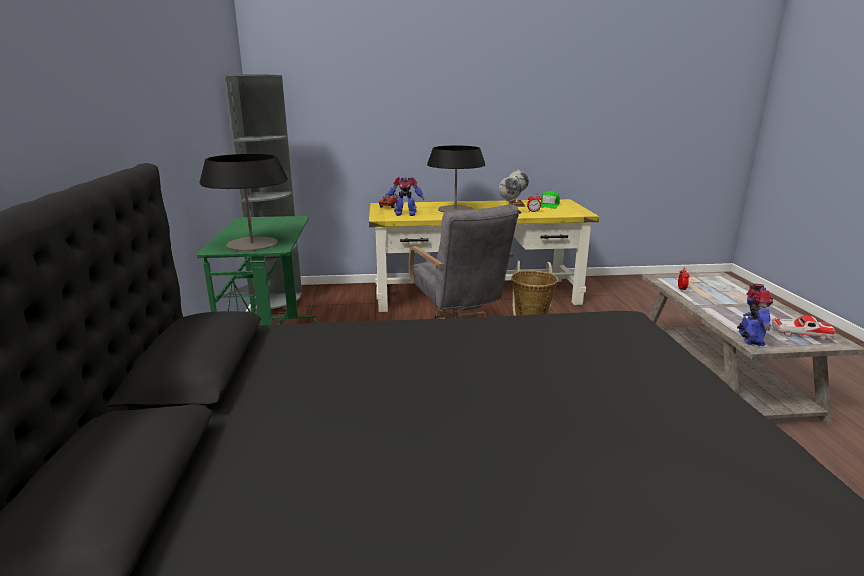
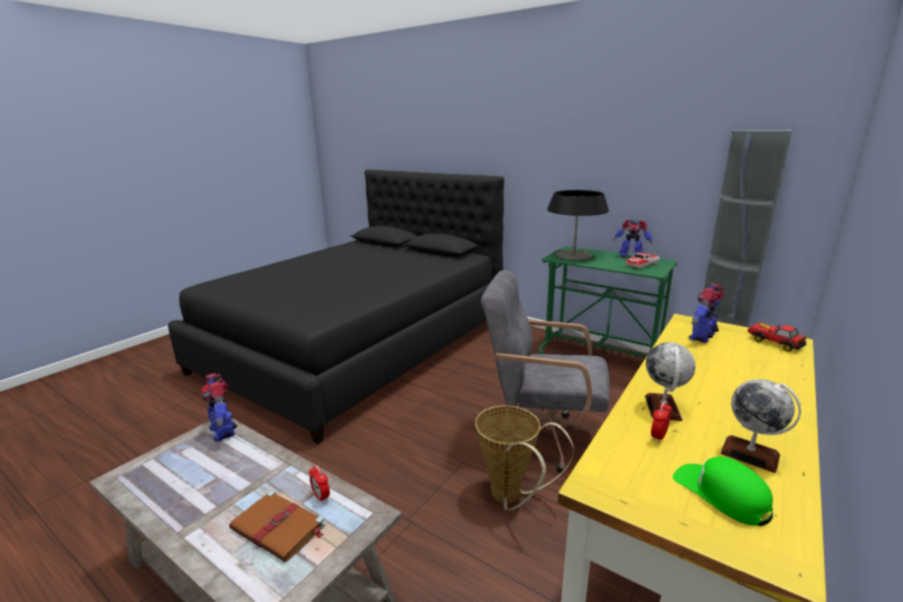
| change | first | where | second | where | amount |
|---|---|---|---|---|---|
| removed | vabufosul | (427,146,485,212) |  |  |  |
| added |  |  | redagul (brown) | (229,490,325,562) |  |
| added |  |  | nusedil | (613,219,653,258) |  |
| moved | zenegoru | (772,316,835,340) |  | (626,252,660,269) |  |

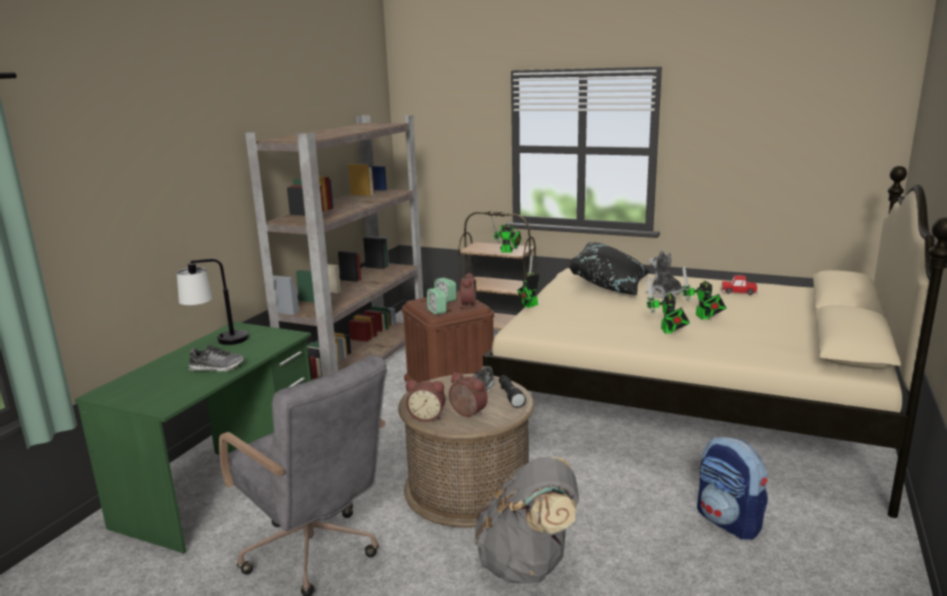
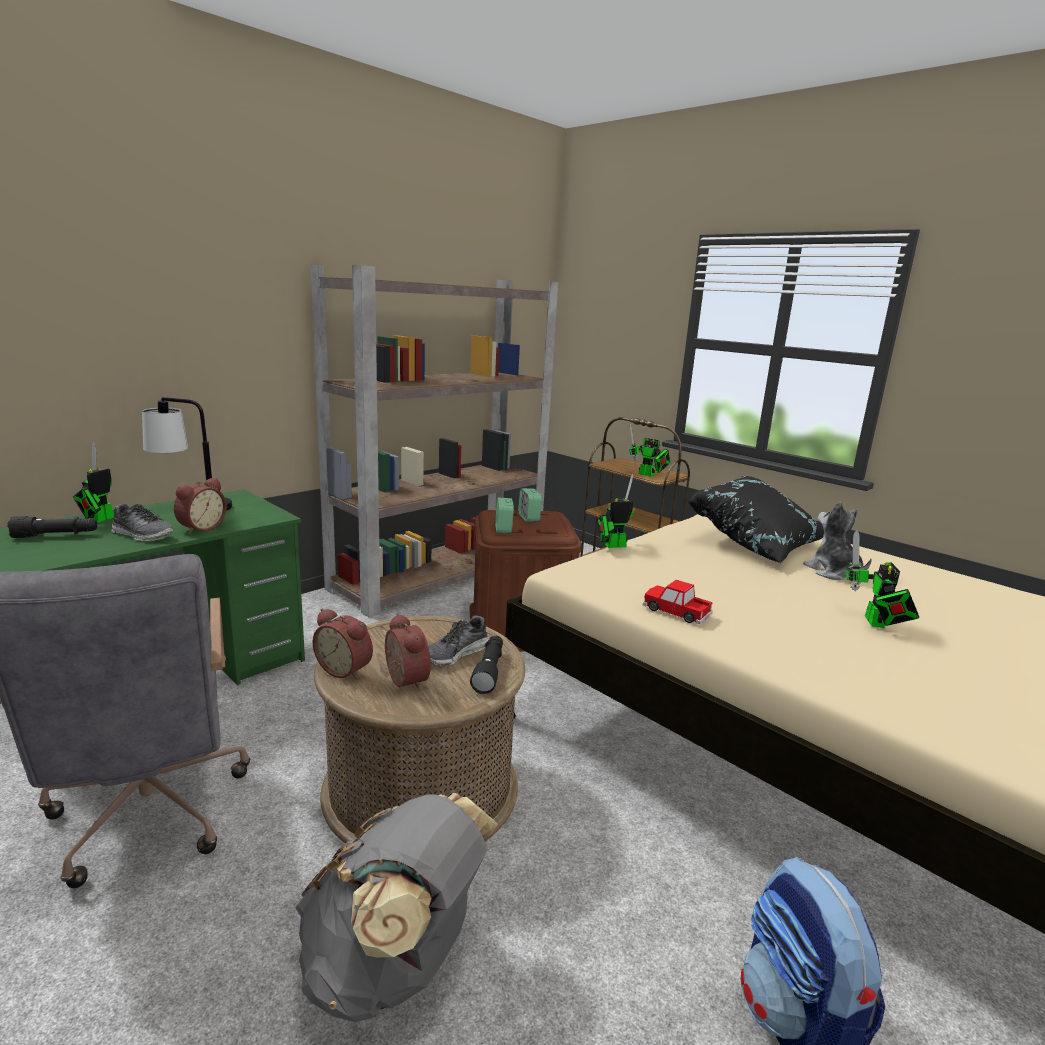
| change | first | where | second | where | amount |
|---|---|---|---|---|---|
| added |  |  | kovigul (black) | (7,516,98,538) |  |
| moved | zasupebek | (458,273,476,308) |  | (174,478,227,534) |  |
| moved | nusedil | (647,277,690,334) |  | (73,442,114,523) |  |
| moved | zenegoru | (721,275,758,295) |  | (643,580,713,624) |  |

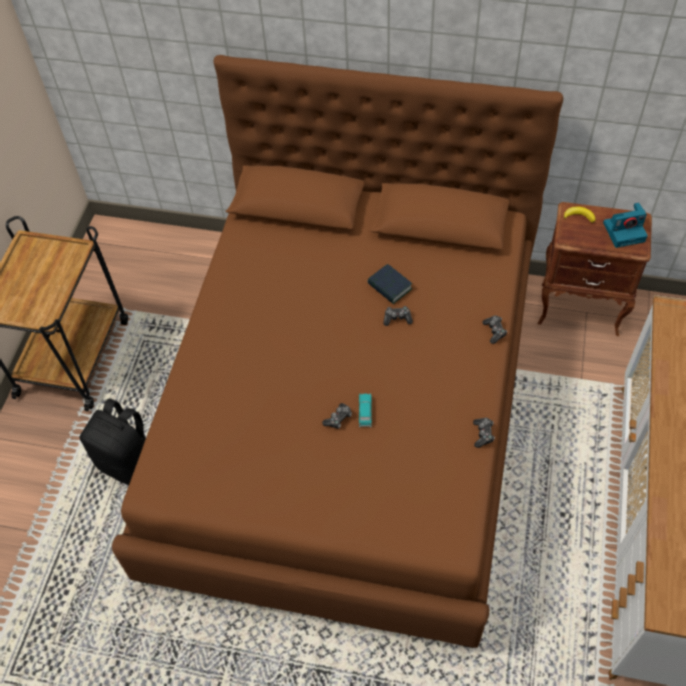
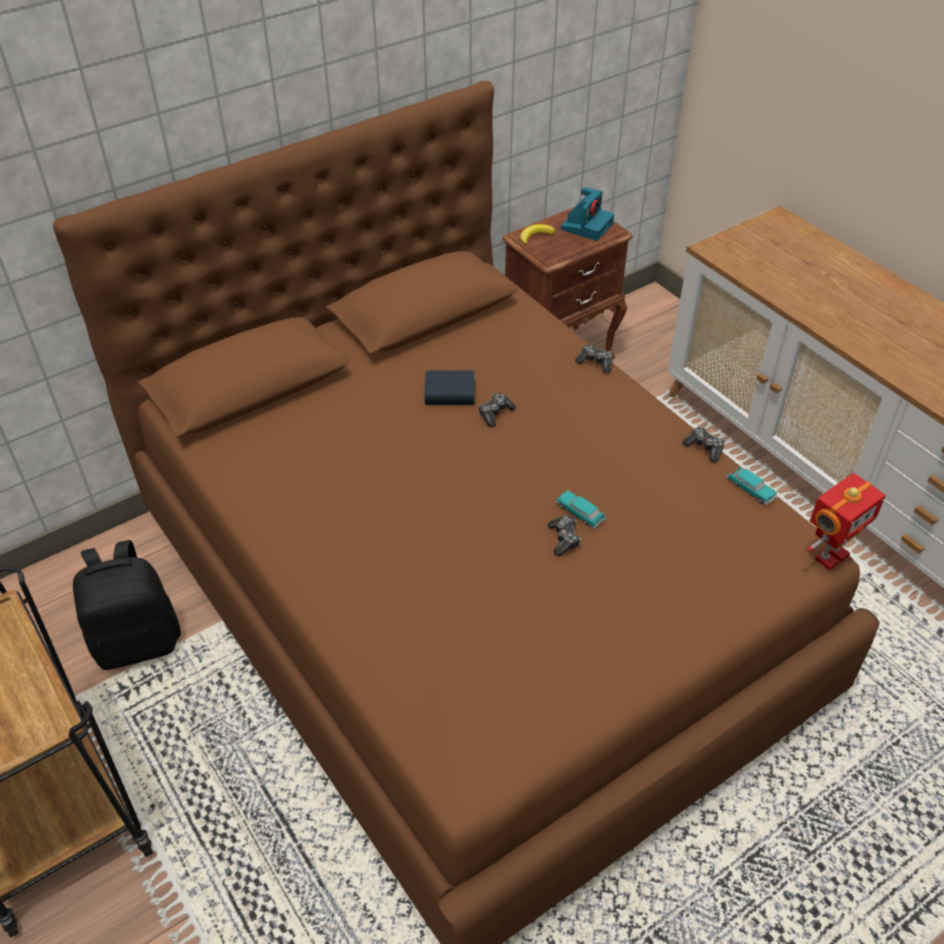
| change | first | where | second | where | amount |
|---|---|---|---|---|---|
| added |  |  | zenegoru | (726,467,777,505) |  |
| added |  |  | nusedil | (807,473,886,570) |  |
| moved | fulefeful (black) | (80,398,146,485) |  | (73,540,181,670) |  |

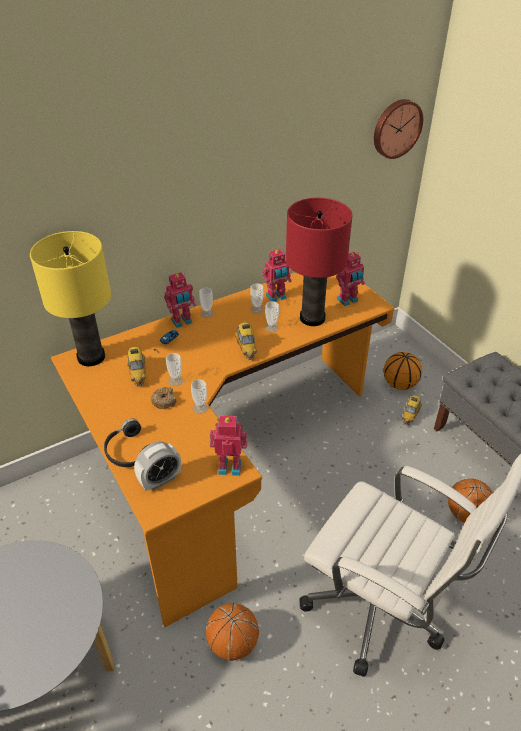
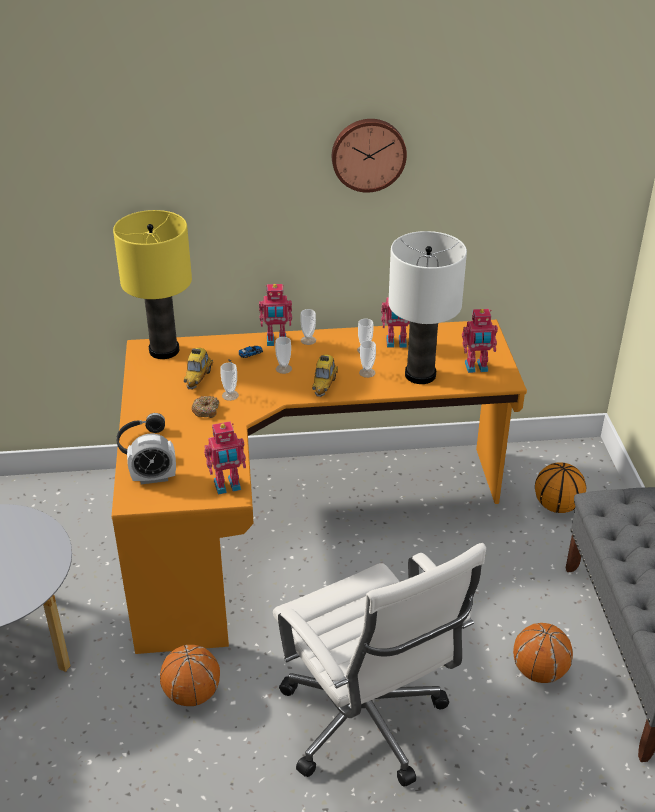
| change | first | where | second | where | amount |
|---|---|---|---|---|---|
| removed | zenegoru | (402,395,422,425) |  |  |  |
| moved | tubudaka | (191,379,208,414) |  | (275,337,292,374) |  |
| moved | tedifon | (374,99,423,159) |  | (332,119,407,193) |  |
| recoloured | vabufosul (red) | (286,198,353,326) | vabufosul (white) | (389,231,467,384) |  |
| turned | nusedil | (210,416,247,476) |  | (204,421,246,495) | 135 degrees clockwise |

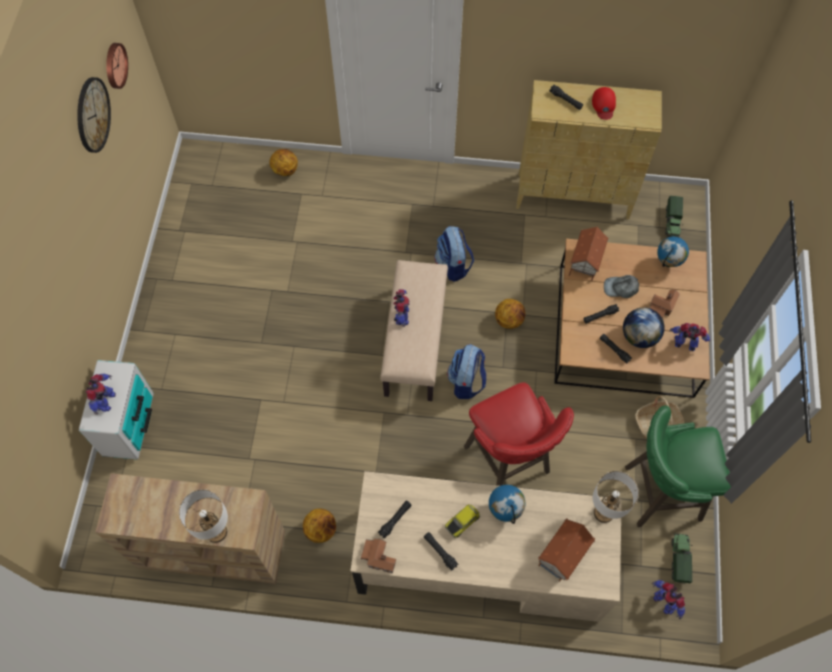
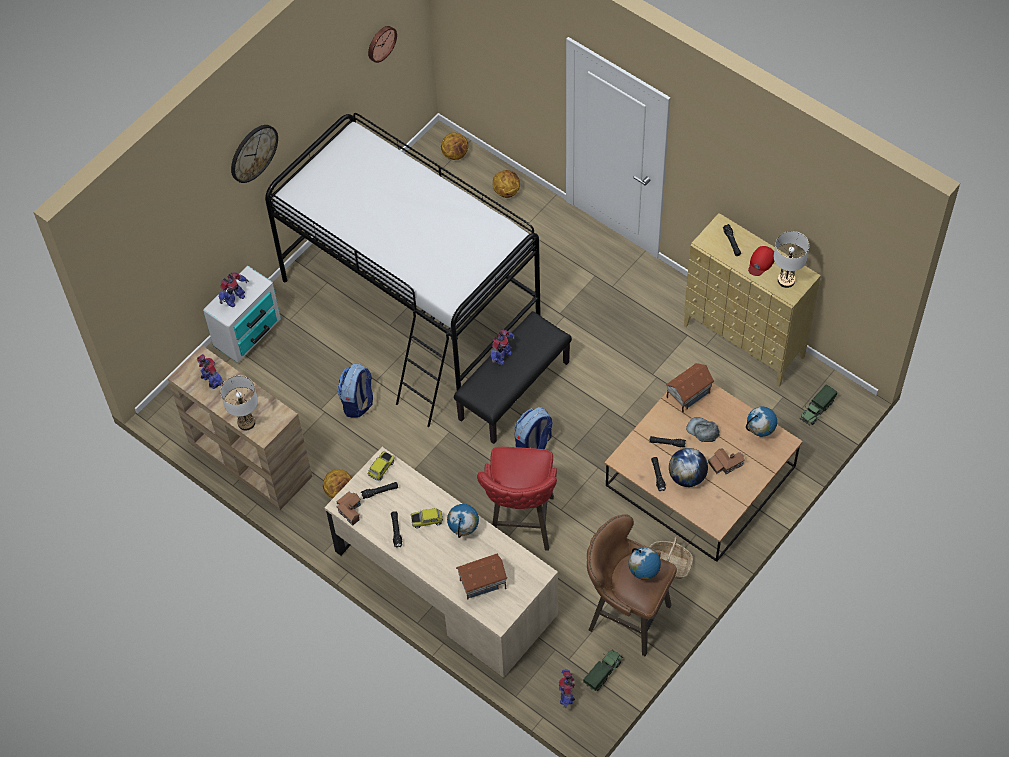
| change | first | where | second | where | amount |
|---|---|---|---|---|---|
| added |  |  | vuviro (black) | (265,113,541,427) |  |
| added |  |  | zenegoru | (368,451,395,481) |  |
| added |  |  | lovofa | (629,547,661,580) |  |
| moved | tedifon | (77,77,111,153) |  | (231,125,278,183) |  |
| moved | fulefeful | (435,226,474,282) |  | (338,363,373,418) |  |
| moved | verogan | (495,299,525,329) |  | (441,133,468,160) |  |
| moved | vabufosul | (593,471,639,523) |  | (774,231,809,288) |  |
| moved | nusedil | (669,323,710,351) |  | (197,354,224,389) |  |
| recoloured | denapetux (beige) | (380,260,448,401) | denapetux (black) | (454,311,572,444) |  |
| recoloured | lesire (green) | (625,406,731,527) | lesire (brown) | (587,514,677,657) |  |

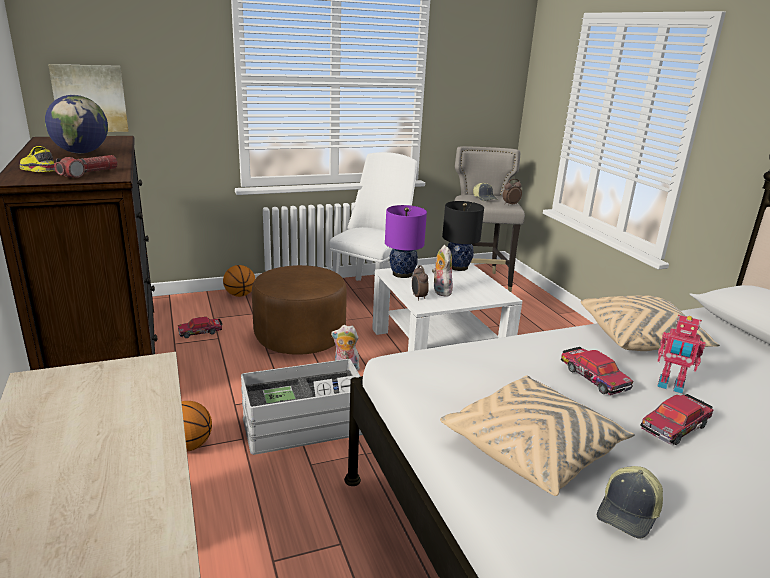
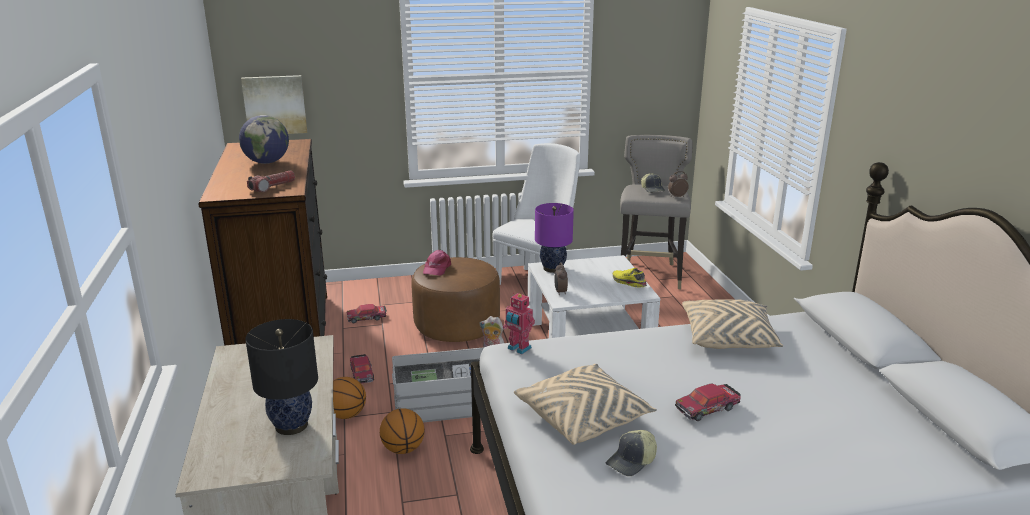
| change | first | where | second | where | amount |
|---|---|---|---|---|---|
| removed | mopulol | (432,245,453,296) |  |  |  |
| added |  |  | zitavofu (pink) | (423,250,451,276) |  |
| moved | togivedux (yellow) | (20,146,55,172) |  | (613,268,647,287) |  |
| moved | verogan | (223,265,255,297) |  | (380,408,425,454) |  |
| moved | vabufosul (black) | (442,201,484,271) |  | (245,319,318,435) |  |
| moved | zenegoru | (561,347,633,395) |  | (350,354,374,383) |  |
| moved | nusedil | (657,315,706,394) |  | (503,293,535,354) |  |

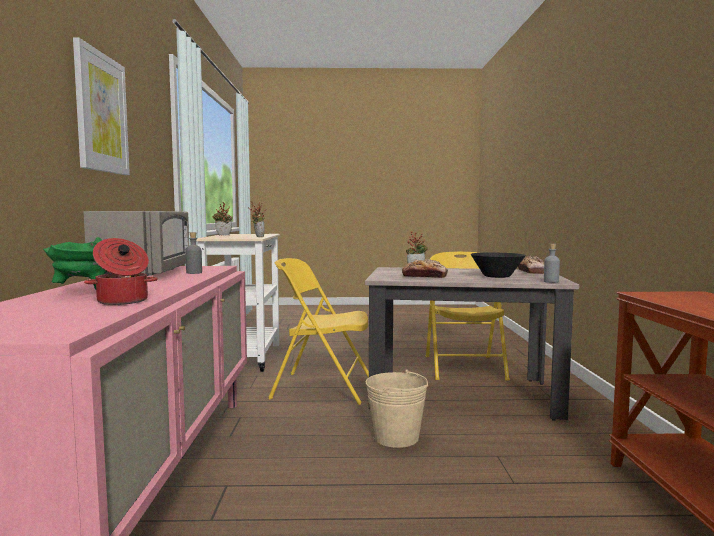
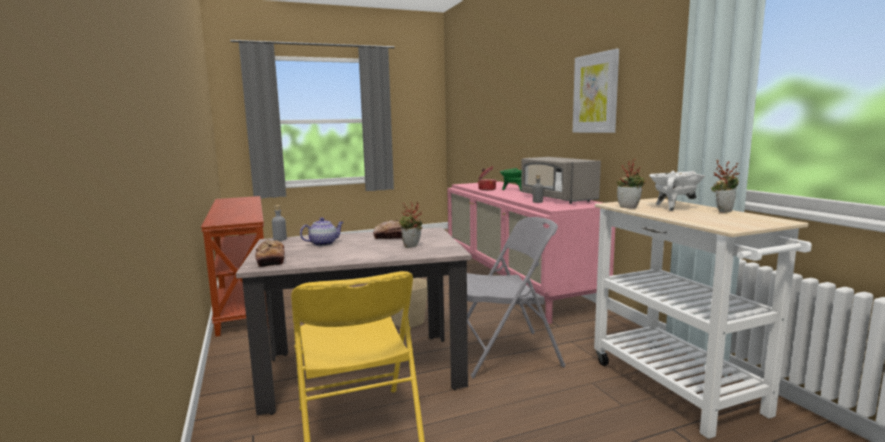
| change | first | where | second | where | amount |
|---|---|---|---|---|---|
| added |  |  | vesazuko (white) | (649,171,705,211) |  |
| replaced | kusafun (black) | (471,253,526,278) | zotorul | (300,218,343,246) |  |
| recoloured | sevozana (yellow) | (268,258,369,405) | sevozana (grey) | (467,217,565,379) |  |

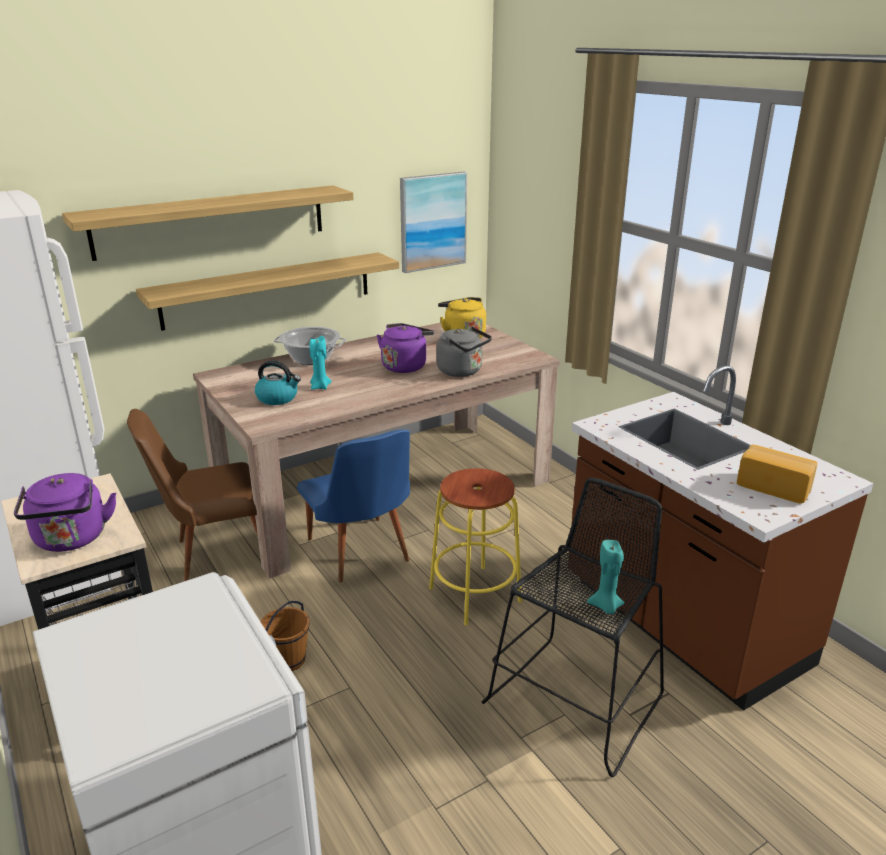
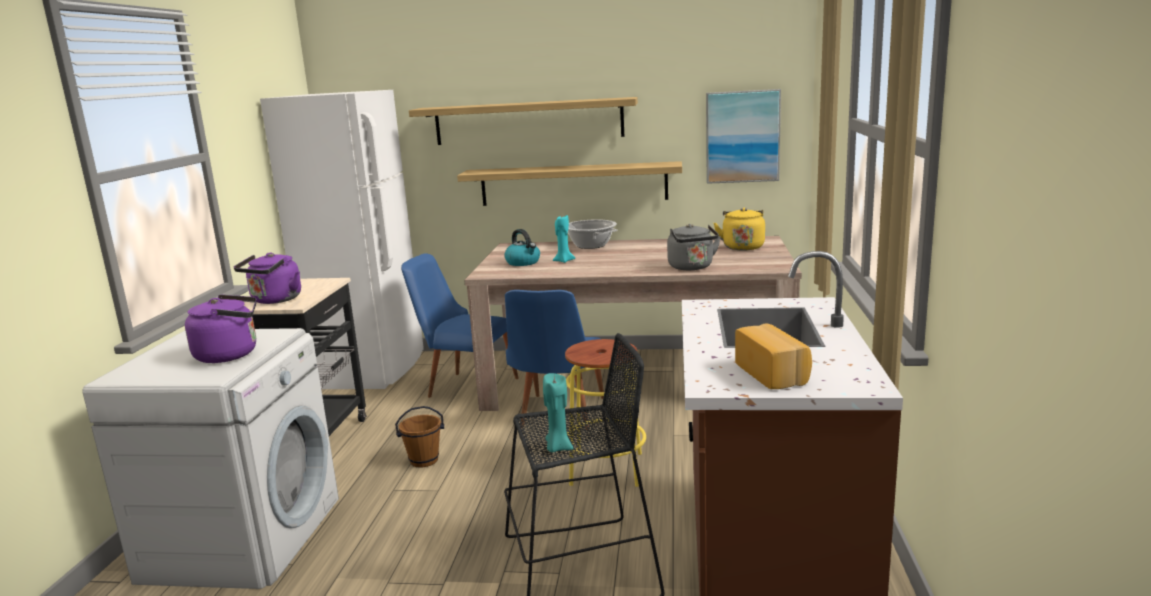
| change | first | where | second | where | amount |
|---|---|---|---|---|---|
| moved | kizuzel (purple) | (377,323,434,373) |  | (185,295,257,363) |  |
| recoloured | sevozana (brown) | (127,409,258,581) | sevozana (blue) | (401,254,519,398) |  |

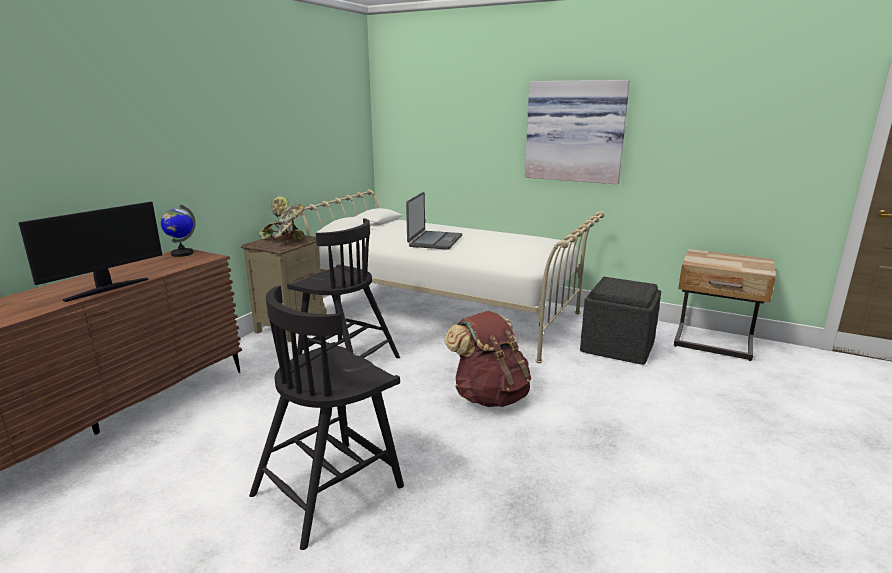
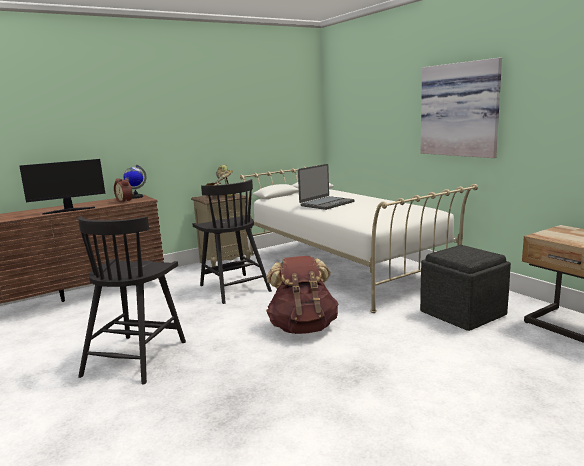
| change | first | where | second | where | amount |
|---|---|---|---|---|---|
| added |  |  | zasupebek | (114,178,133,202) |  |
| turned | sevozana (black) | (249,285,404,550) |  | (78,216,186,384) | 60 degrees counterclockwise |

